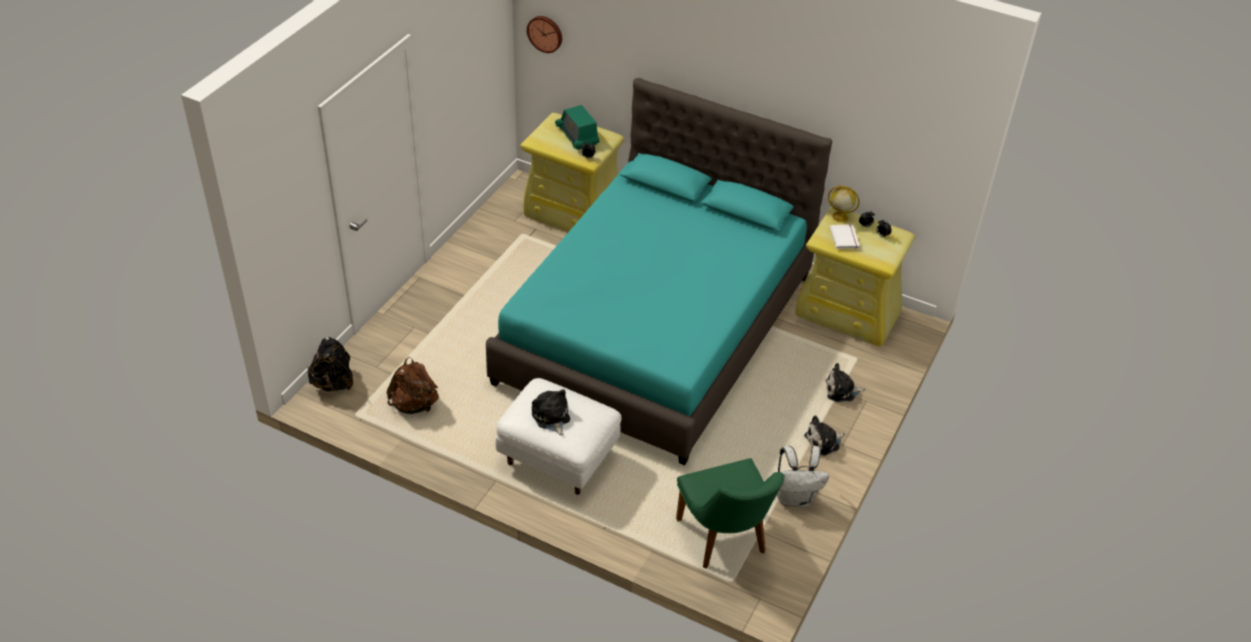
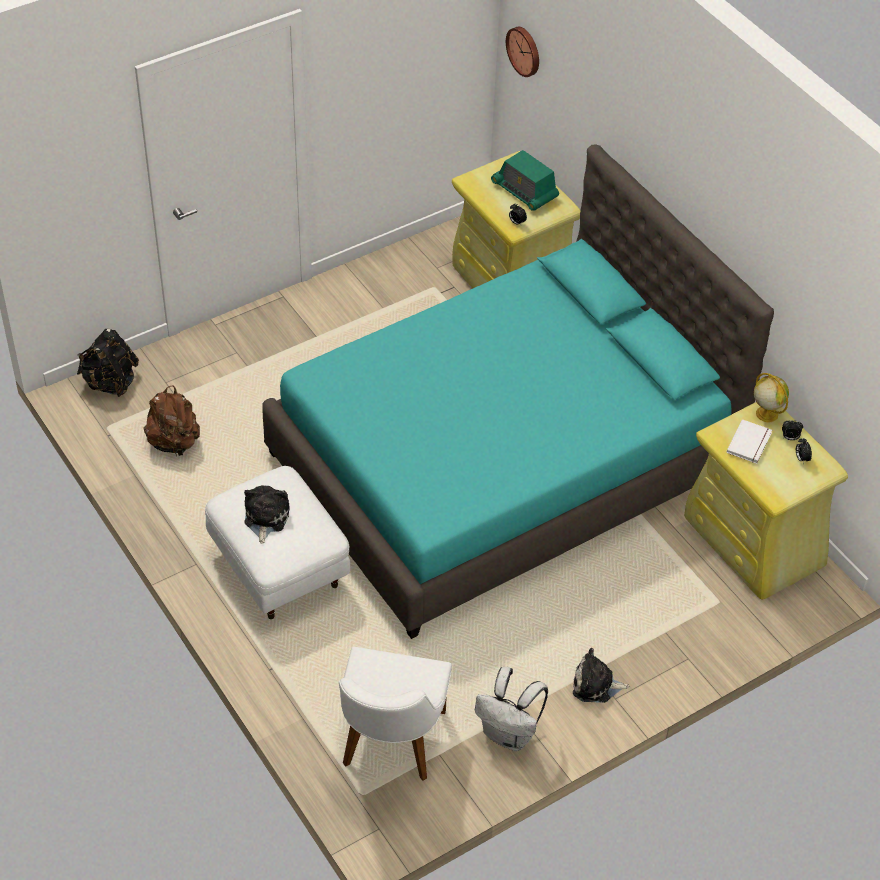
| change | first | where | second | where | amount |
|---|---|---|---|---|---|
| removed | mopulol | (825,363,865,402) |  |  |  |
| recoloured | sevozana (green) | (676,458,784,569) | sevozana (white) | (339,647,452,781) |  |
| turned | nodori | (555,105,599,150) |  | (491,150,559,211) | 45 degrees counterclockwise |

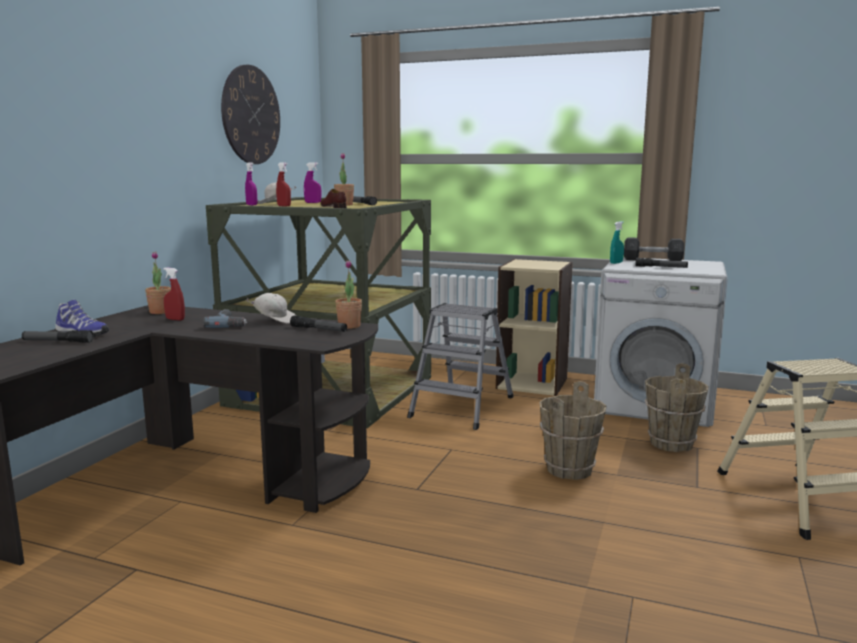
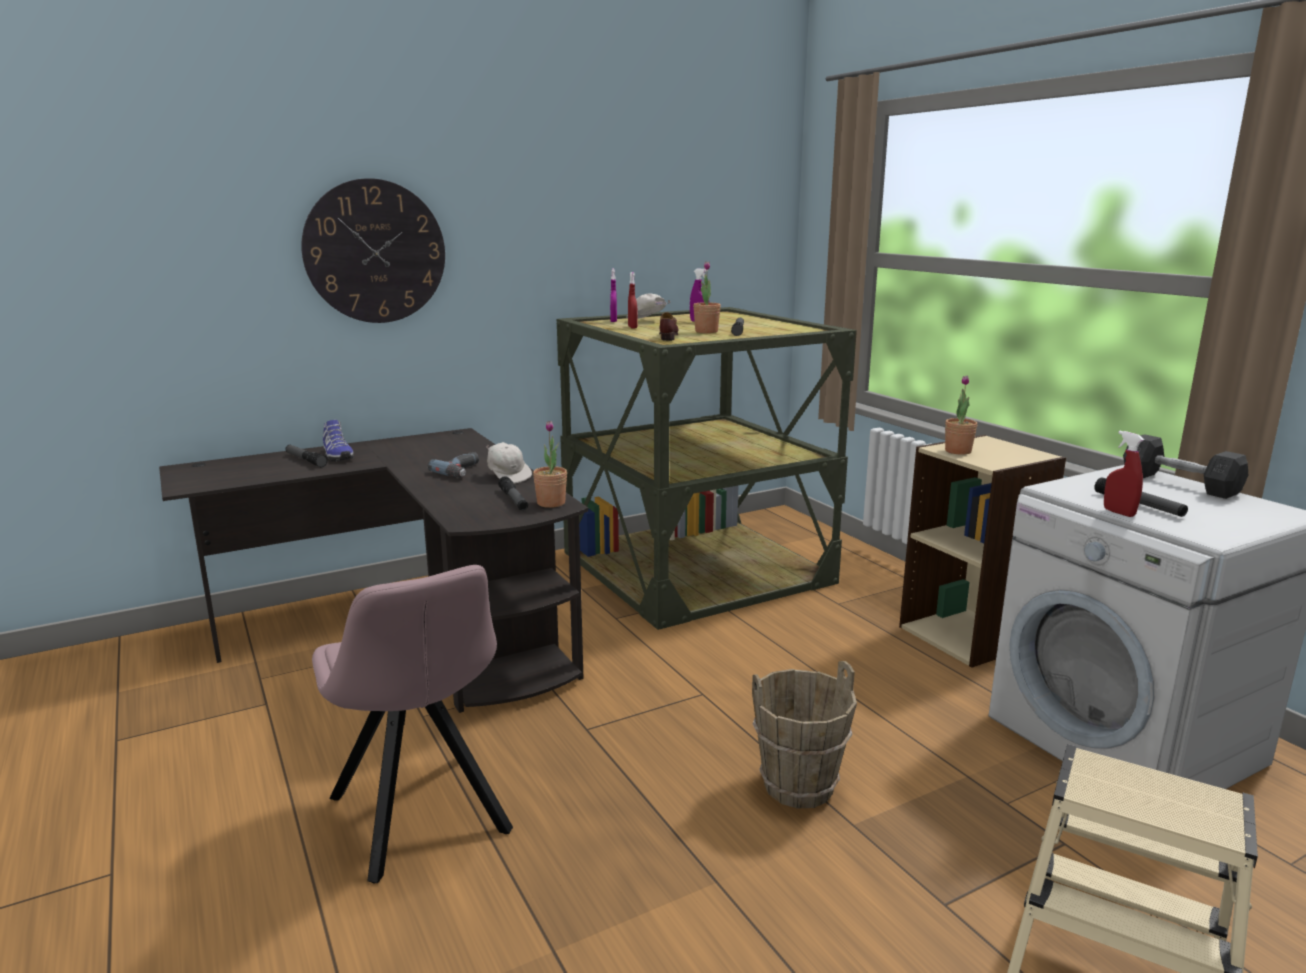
| change | first | where | second | where | amount |
|---|---|---|---|---|---|
| removed | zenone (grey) | (407,303,514,430) |  |  |  |
| removed | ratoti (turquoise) | (610,221,624,264) |  |  |  |
| removed | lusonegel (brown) | (645,363,709,452) |  |  |  |
| added |  |  | sevozana (pink) | (312,565,513,883) |  |
| moved | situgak | (145,251,171,314) |  | (945,375,977,455) |  |
| moved | ratoti (red) | (163,267,185,321) |  | (1104,431,1144,517) |  |
| moved | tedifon | (221,65,280,164) |  | (301,178,445,323) |  |

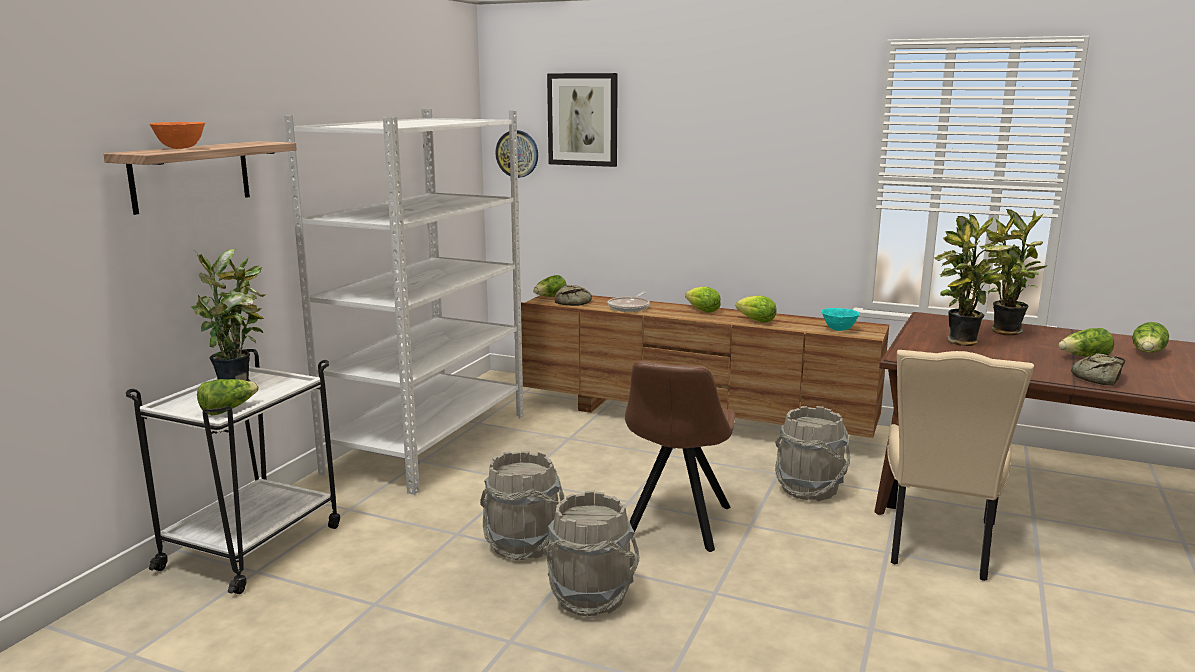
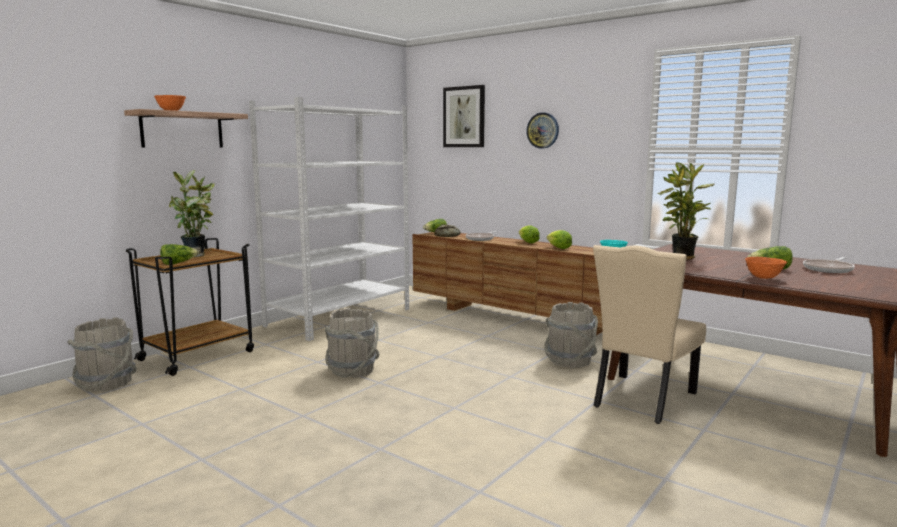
| change | first | where | second | where | amount |
|---|---|---|---|---|---|
| removed | sevozana (brown) | (625,360,735,552) |  |  |  |
| removed | situgak | (979,209,1048,335) |  |  |  |
| moved | tedifon | (495,130,538,178) |  | (526,112,559,148) |  |
| moved | lusonegel (grey) | (543,490,640,616) |  | (67,317,136,392) |  |
| replaced | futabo | (1071,353,1125,386) | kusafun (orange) | (745,257,787,279) |  |
| replaced | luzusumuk | (1132,322,1169,353) | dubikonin | (803,257,855,273) |  |
| recoloured | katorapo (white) | (126,349,340,594) | katorapo (brown) | (126,238,254,376) |  |

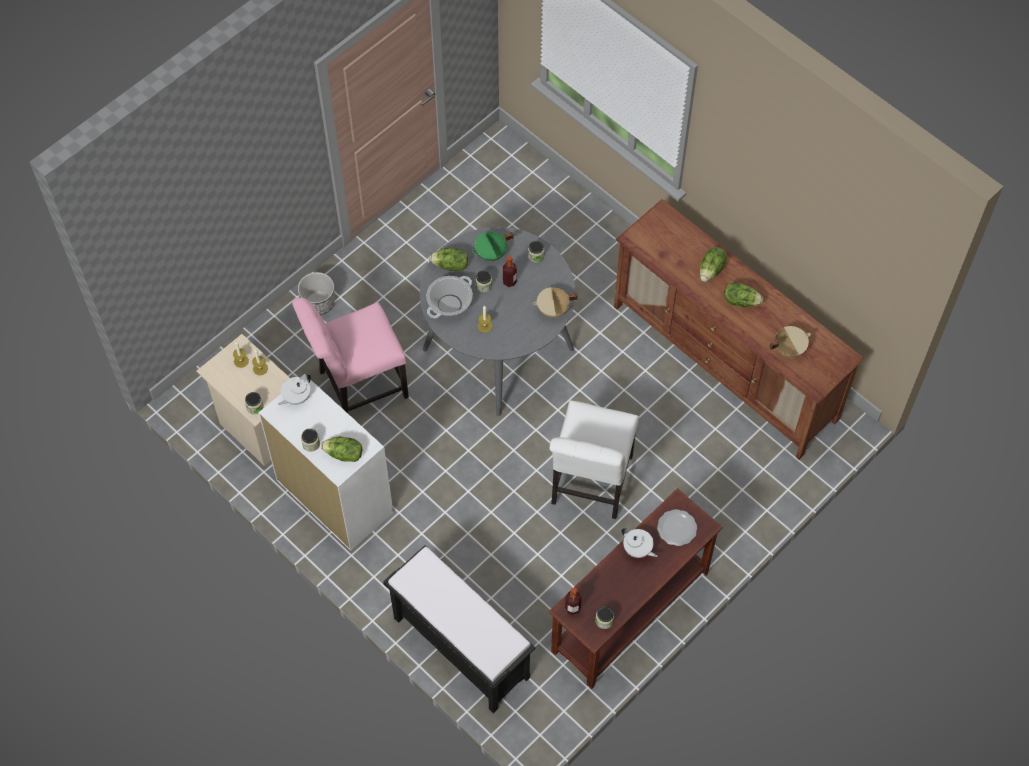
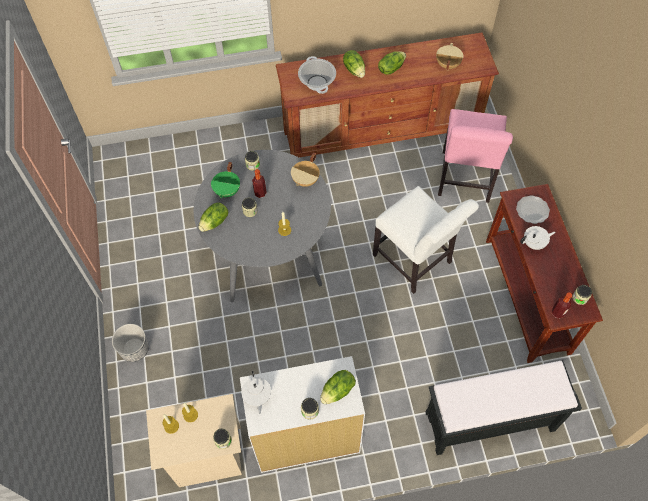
| change | first | where | second | where | amount |
|---|---|---|---|---|---|
| moved | sevozana (pink) | (292,297,409,413) |  | (438,109,513,203) |  |
| moved | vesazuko | (426,276,473,318) |  | (298,56,336,94) |  |

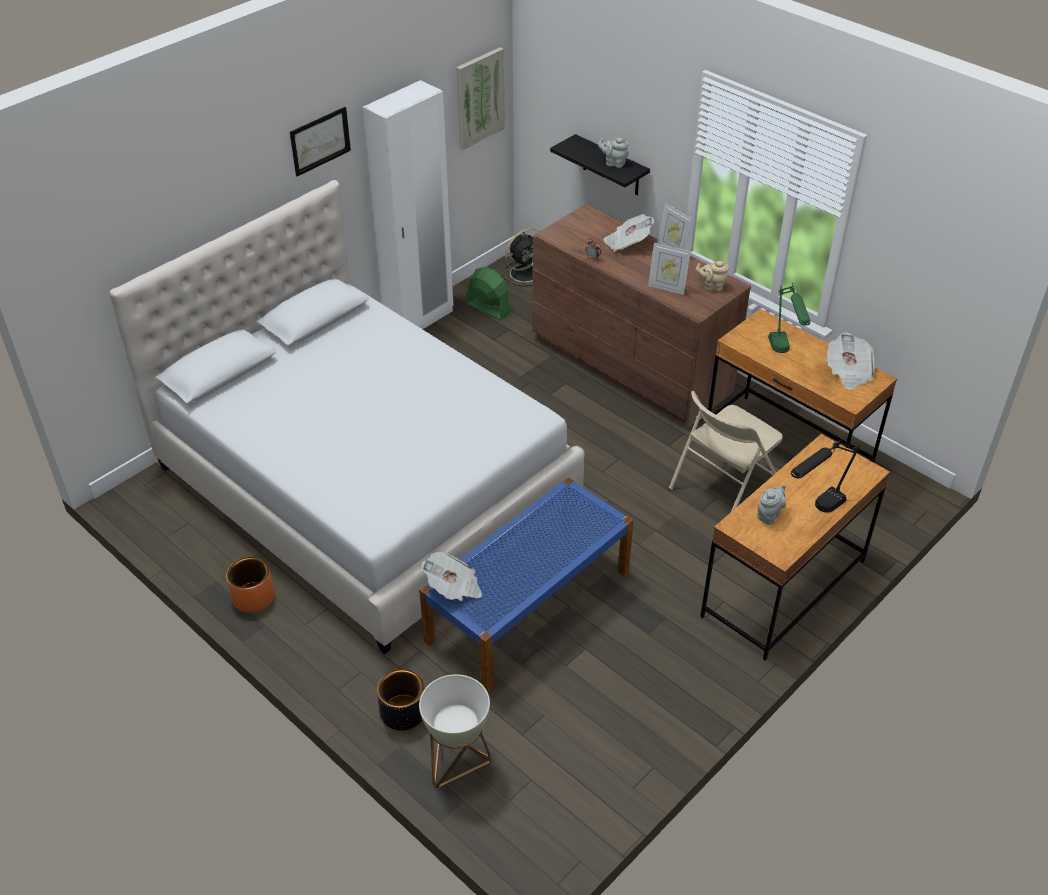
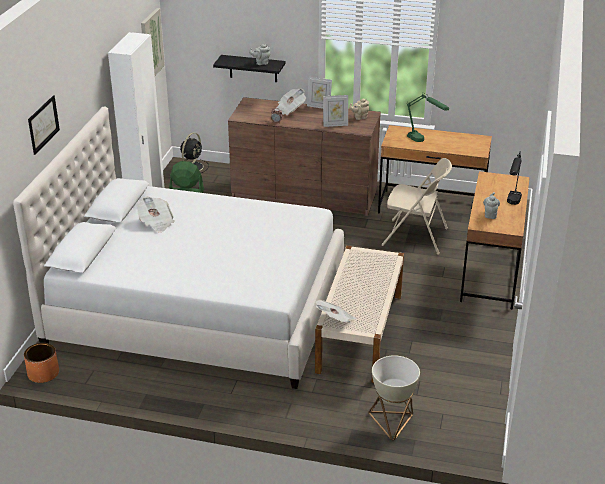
| change | first | where | second | where | amount |
|---|---|---|---|---|---|
| removed | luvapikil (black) | (377,669,424,730) |  |  |  |
| moved | luvapikil (orange) | (226,557,275,613) |  | (24,343,59,383) |  |
| moved | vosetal | (290,107,351,176) |  | (28,95,60,155) |  |
| moved | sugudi | (826,333,875,390) |  | (137,196,175,233) |  |
| recoloured | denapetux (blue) | (419,477,633,692) | denapetux (beige) | (315,246,404,383) |  |
| turned | sevozana (beige) | (669,391,783,513) |  | (382,158,452,255) | 90 degrees counterclockwise |

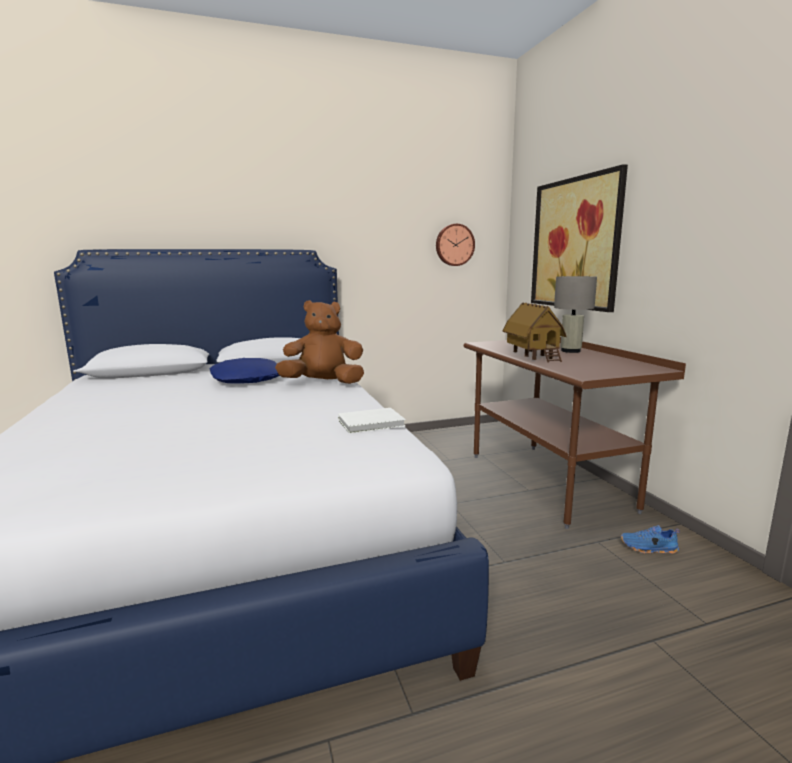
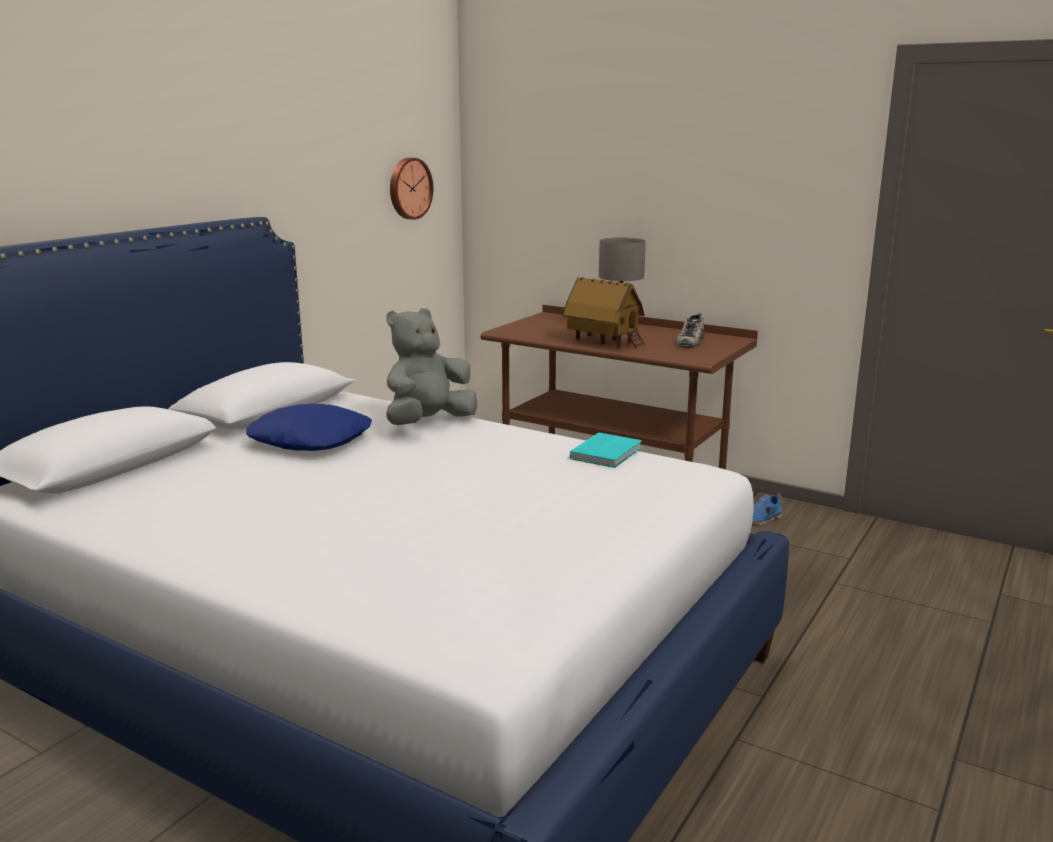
| change | first | where | second | where | amount |
|---|---|---|---|---|---|
| removed | vosetal | (531,164,628,312) |  |  |  |
| added |  |  | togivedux | (676,313,705,348) |  |
| recoloured | mopulol (brown) | (275,300,364,384) | mopulol (grey) | (386,308,477,425) |  |
| recoloured | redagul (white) | (338,408,406,434) | redagul (turquoise) | (570,433,642,468) |  |

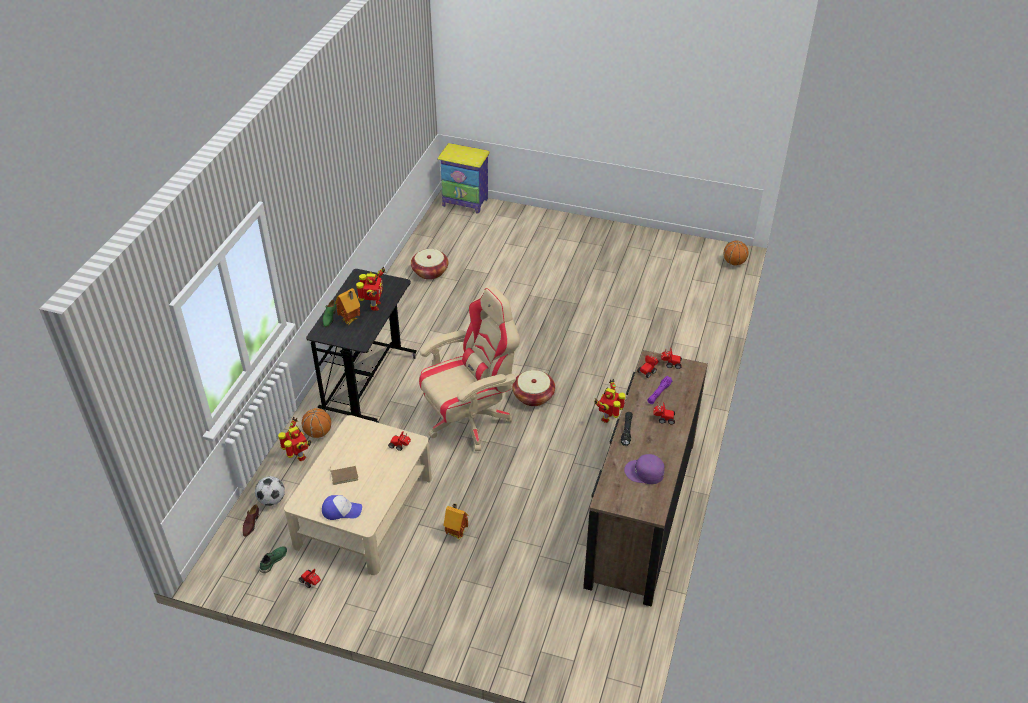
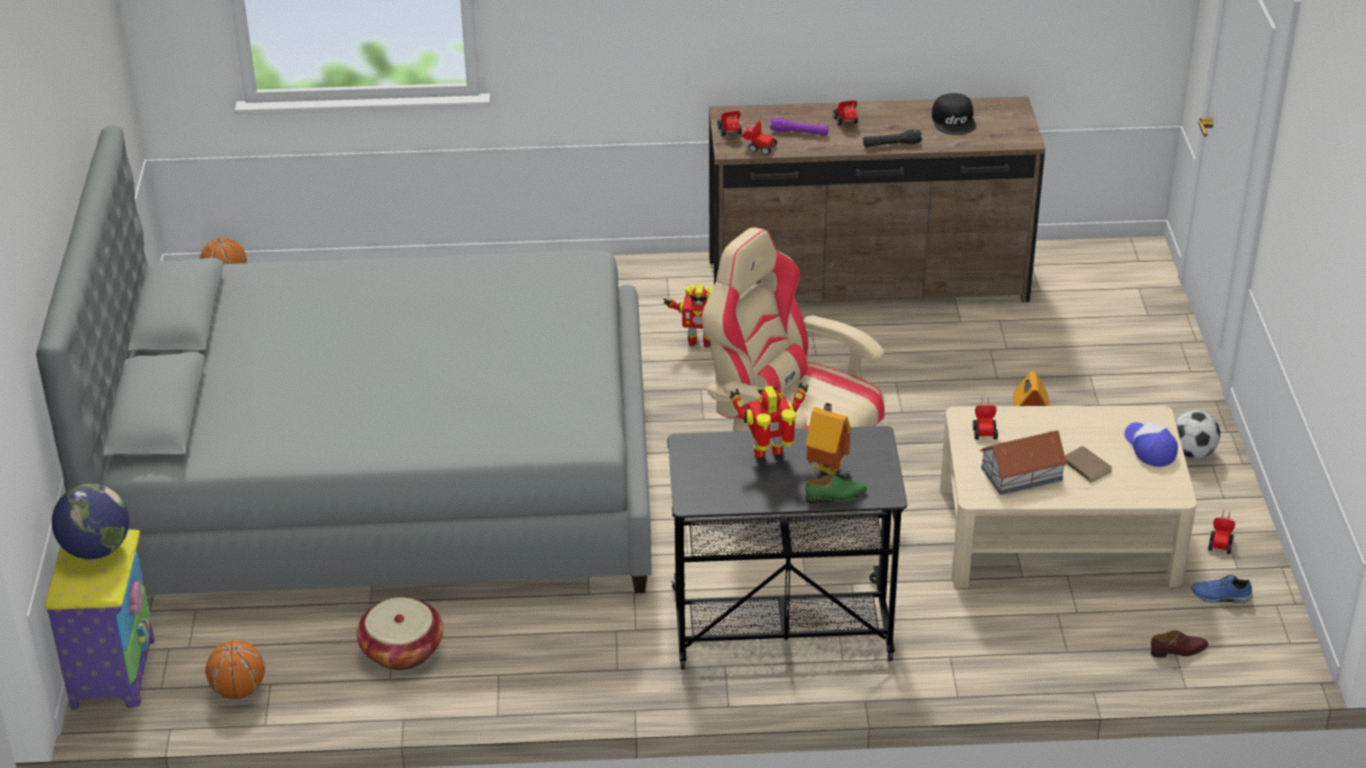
| change | first | where | second | where | amount |
|---|---|---|---|---|---|
| removed | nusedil | (278,417,311,461) |  |  |  |
| removed | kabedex | (512,370,555,406) |  |  |  |
| added |  |  | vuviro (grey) | (36,125,652,595) |  |
| added |  |  | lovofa | (52,484,129,559) |  |
| added |  |  | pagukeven | (980,430,1067,495) |  |
| moved | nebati | (255,476,285,506) |  | (1175,410,1220,458) |  |
| moved | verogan | (302,408,331,438) |  | (205,640,265,699) |  |
| recoloured | togivedux (green) | (259,546,287,573) | togivedux (blue) | (1191,575,1253,603) |  |
| recoloured | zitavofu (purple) | (624,454,665,484) | zitavofu (black) | (932,93,976,135) |  |

